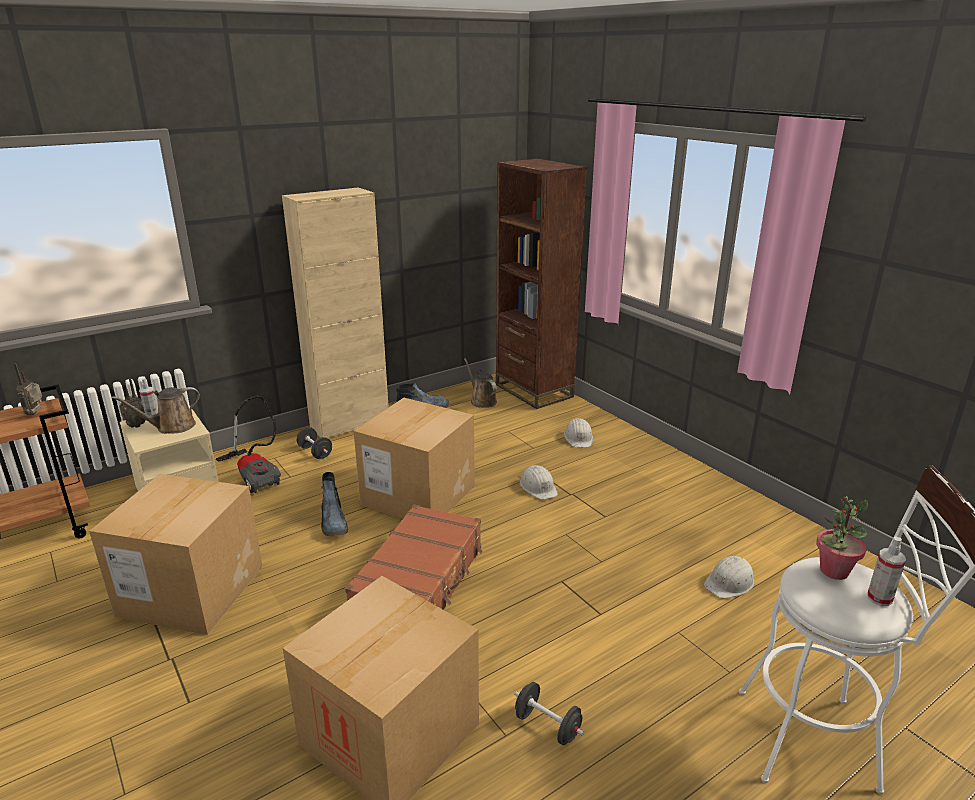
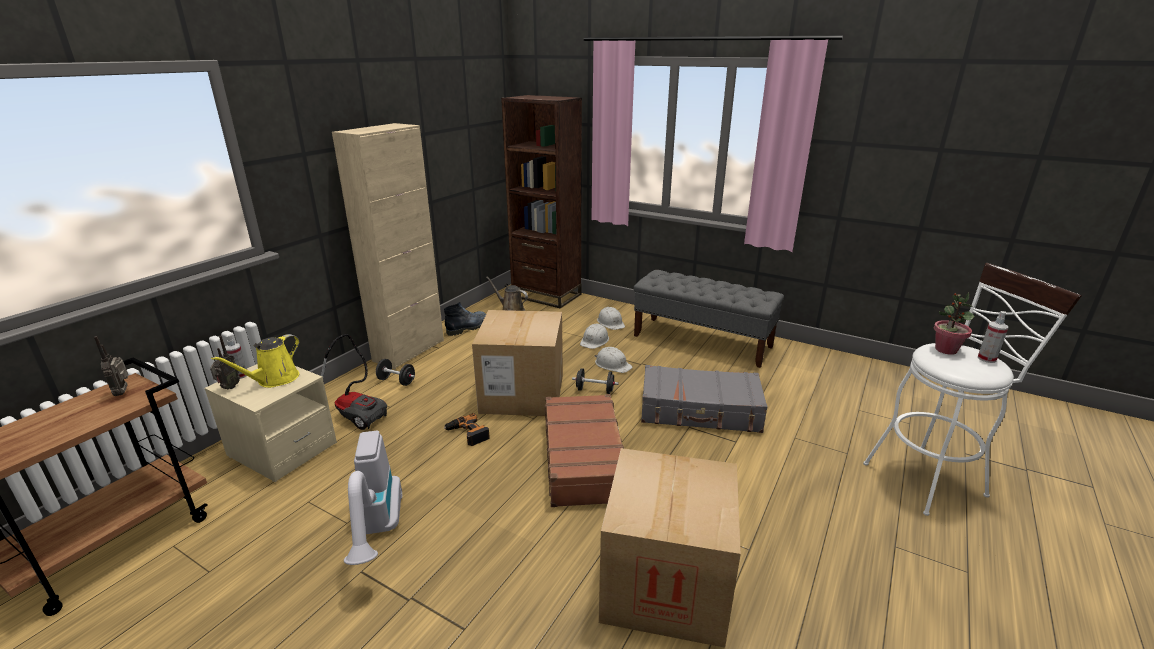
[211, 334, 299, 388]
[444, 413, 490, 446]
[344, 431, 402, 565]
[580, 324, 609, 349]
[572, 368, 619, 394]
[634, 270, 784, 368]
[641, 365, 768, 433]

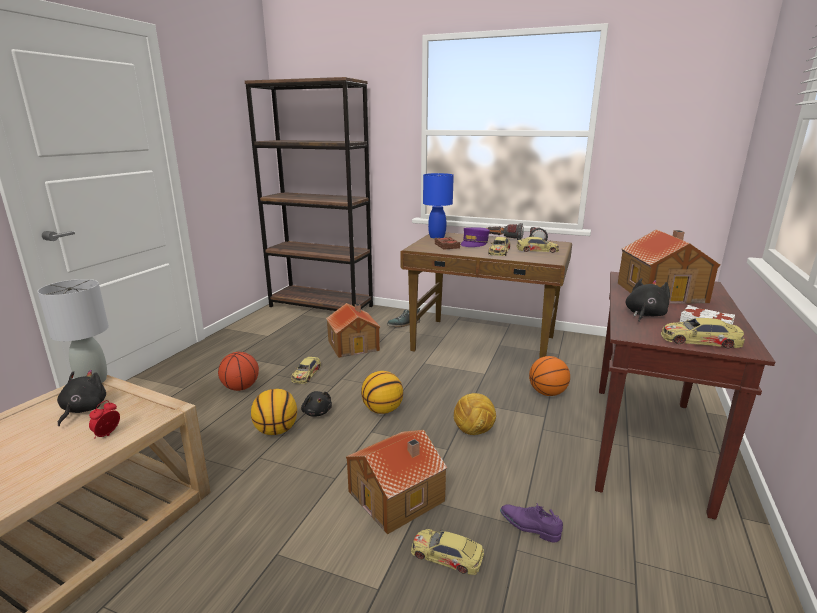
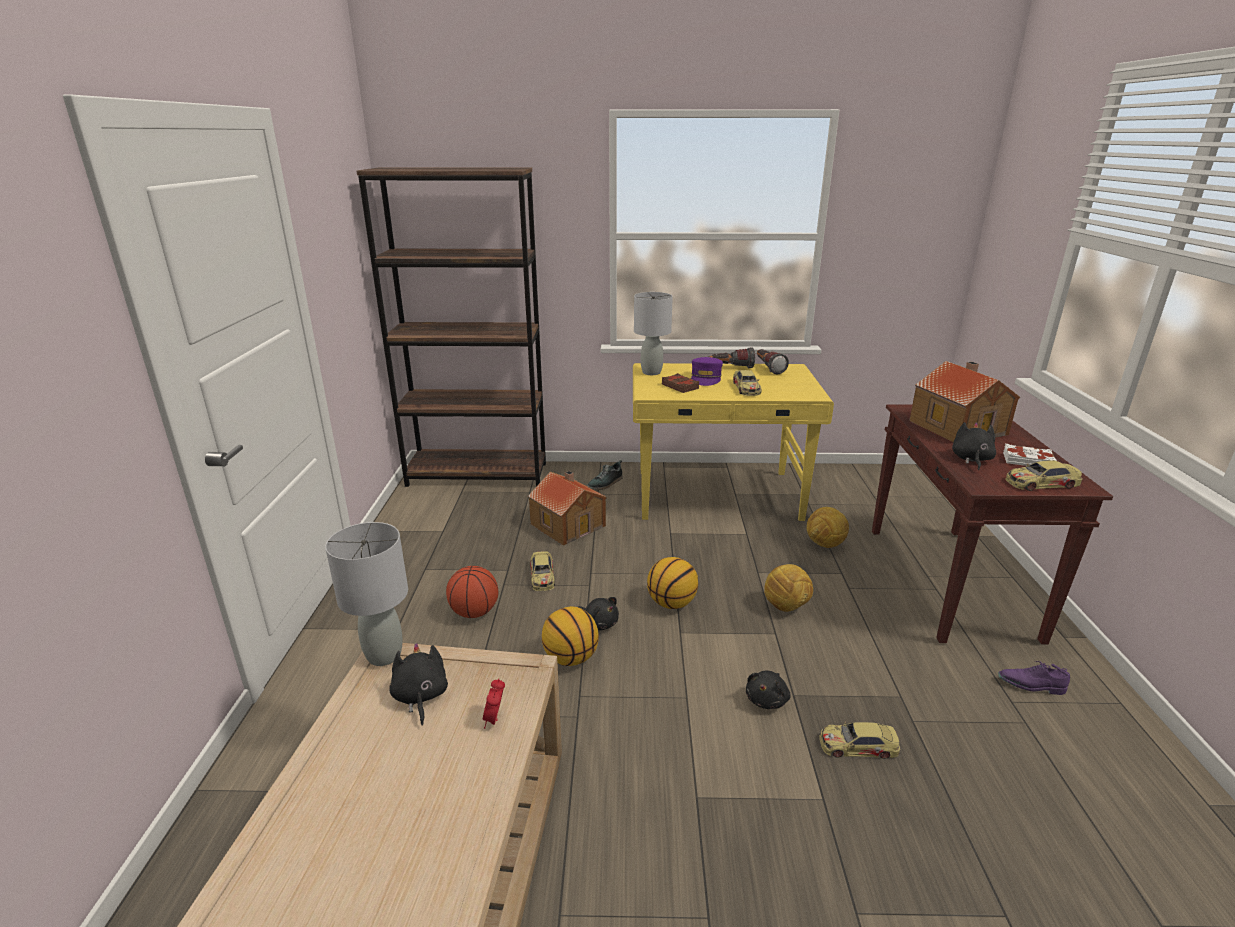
[634, 292, 673, 375]
[633, 363, 834, 521]
[517, 237, 559, 253] (first image)
[807, 507, 849, 548]
[746, 670, 791, 709]
[998, 661, 1070, 695]

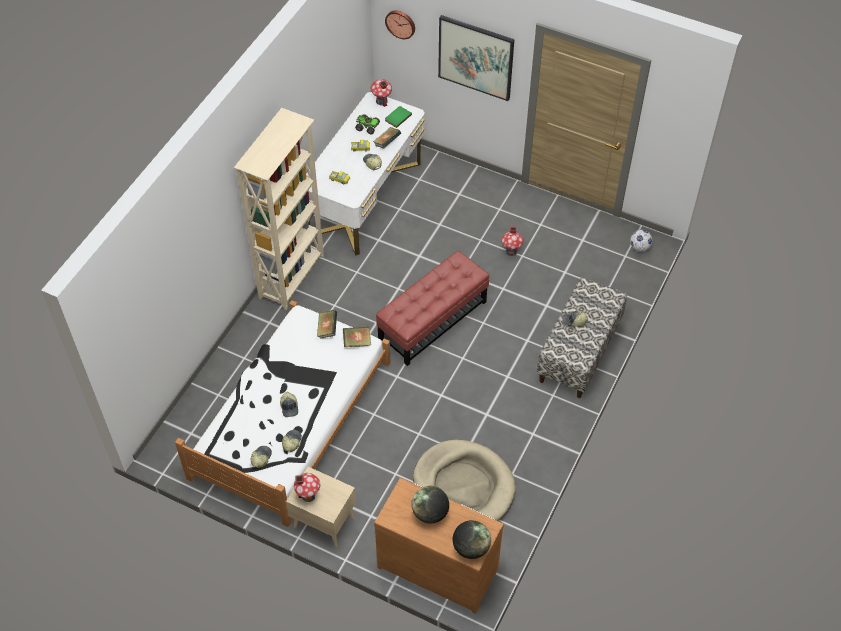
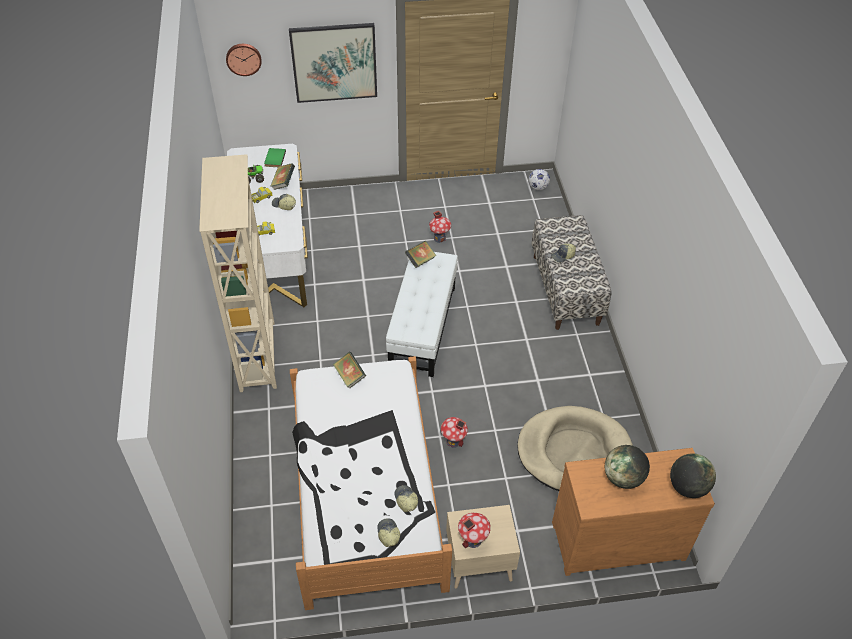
[441, 417, 468, 448]
[386, 252, 458, 377]
[405, 241, 437, 268]
[280, 392, 298, 417] (first image)

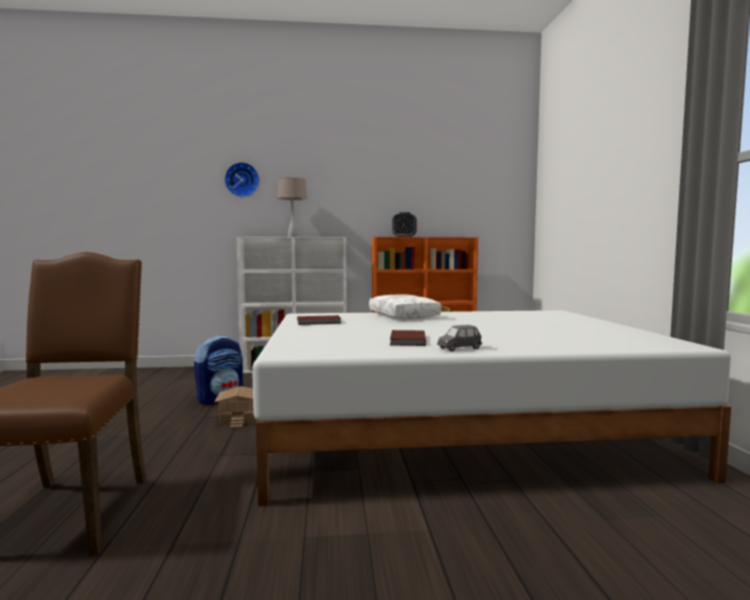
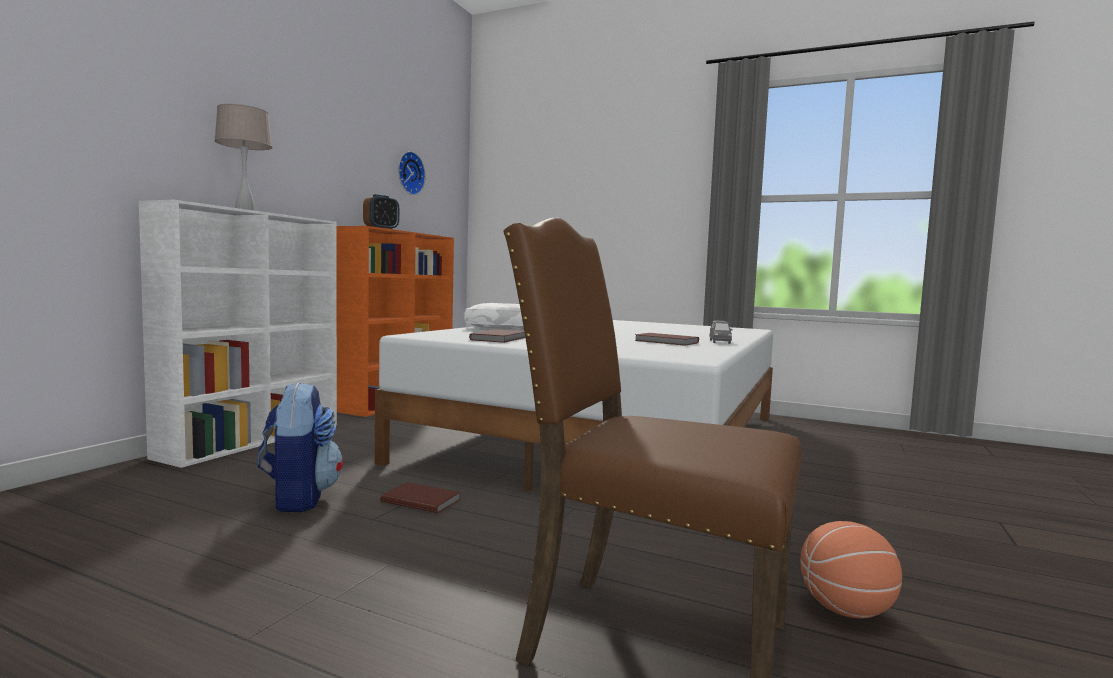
[398, 151, 425, 195]
[381, 482, 461, 514]
[800, 521, 902, 618]

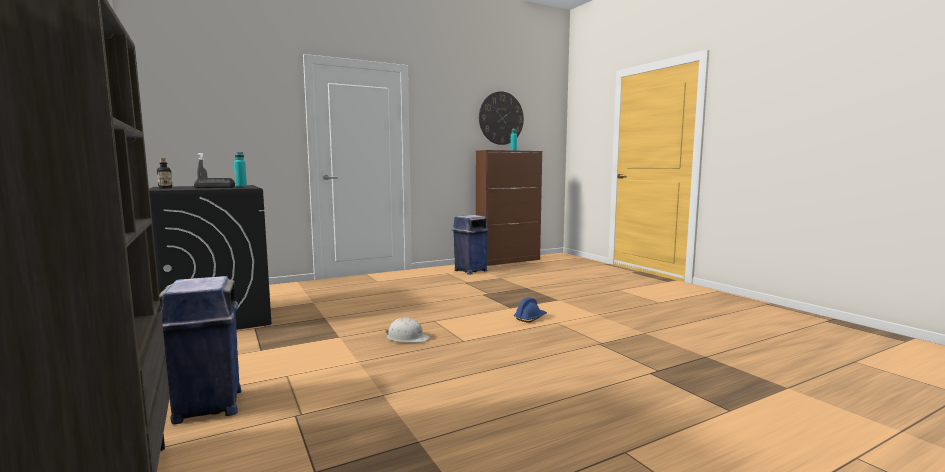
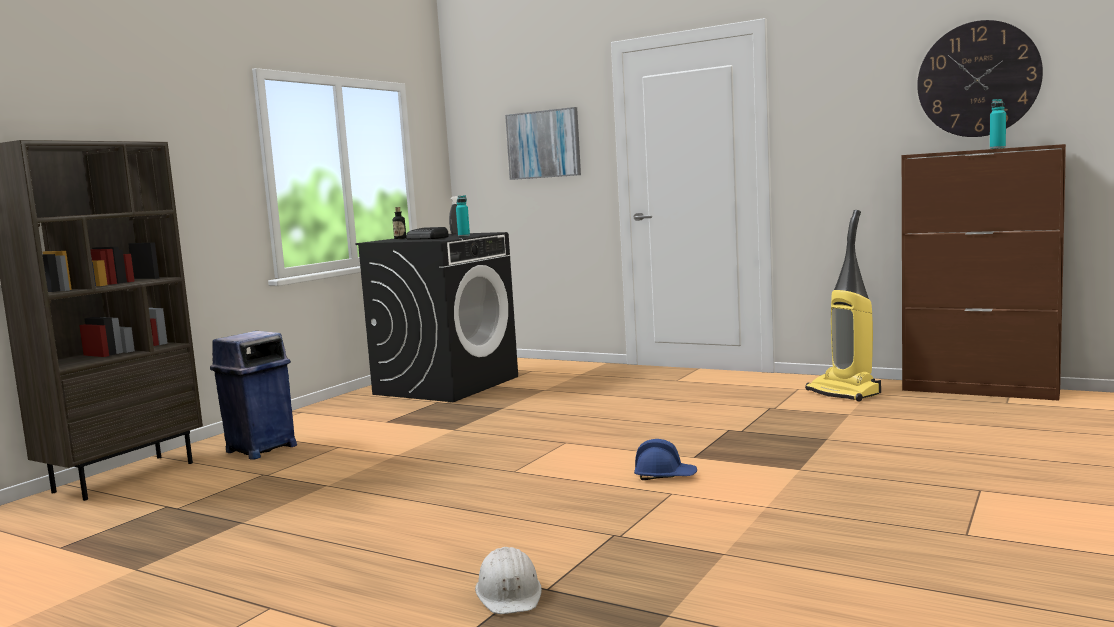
[805, 210, 881, 402]
[475, 547, 542, 614]
[505, 107, 581, 180]

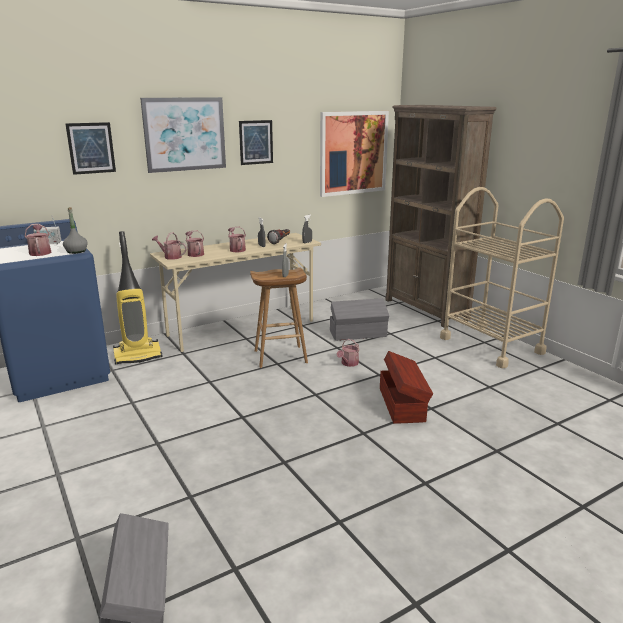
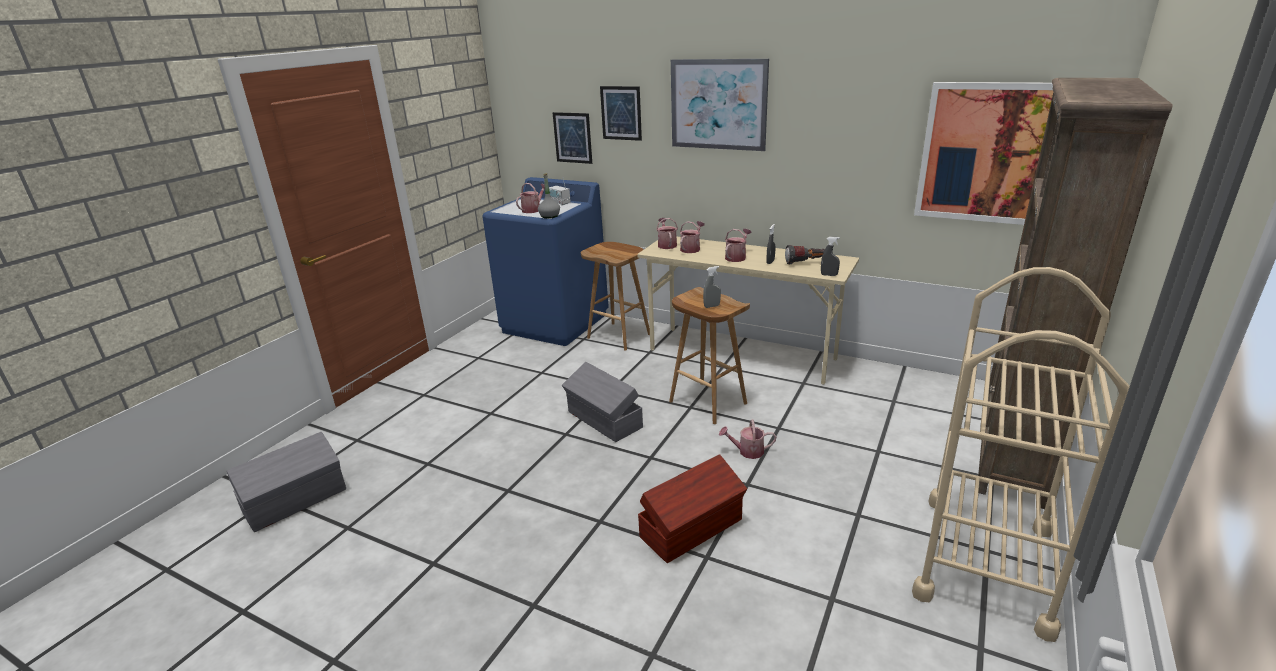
[553, 112, 592, 164]
[581, 242, 650, 351]
[562, 362, 643, 442]

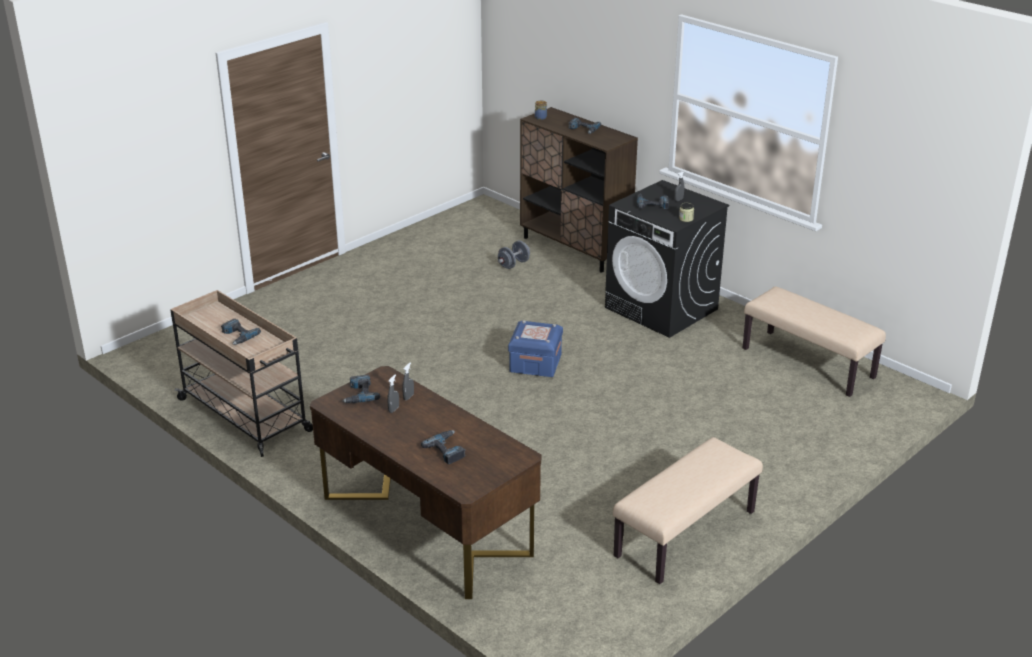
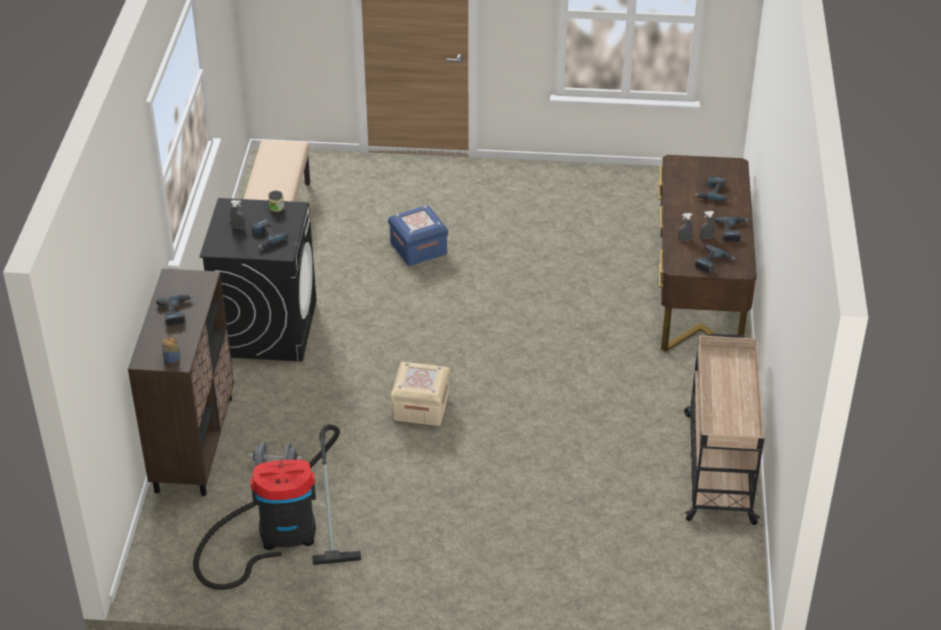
[715, 217, 748, 242]
[388, 205, 448, 266]
[613, 437, 763, 584] (first image)
[391, 362, 450, 426]
[193, 424, 361, 590]

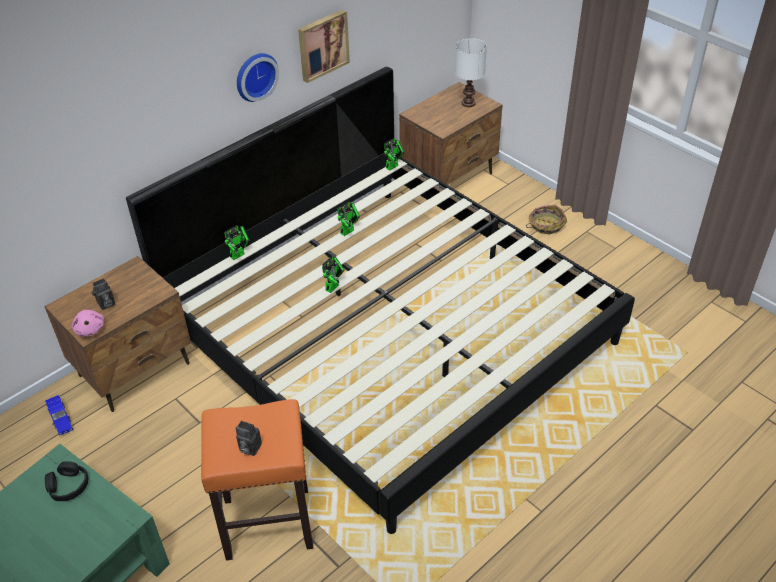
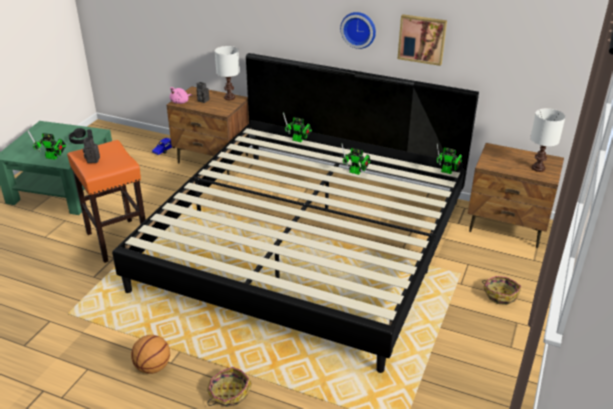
[27, 130, 66, 160]
[215, 46, 240, 100]
[131, 335, 170, 374]
[207, 367, 252, 407]

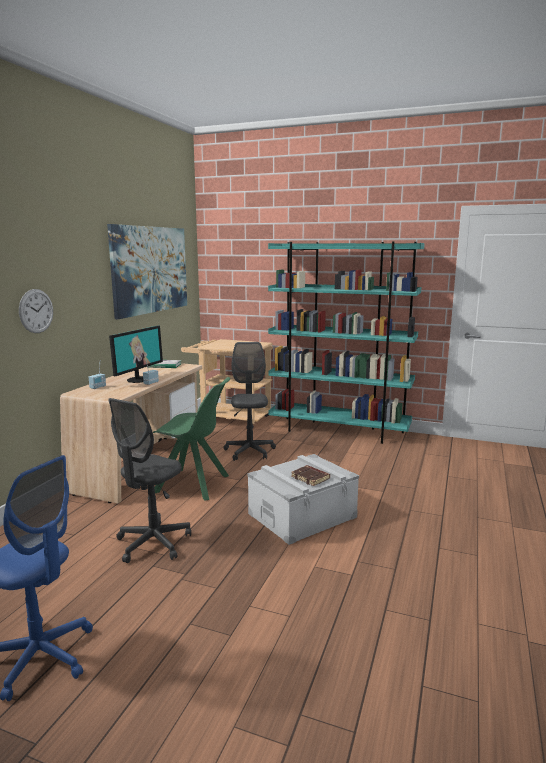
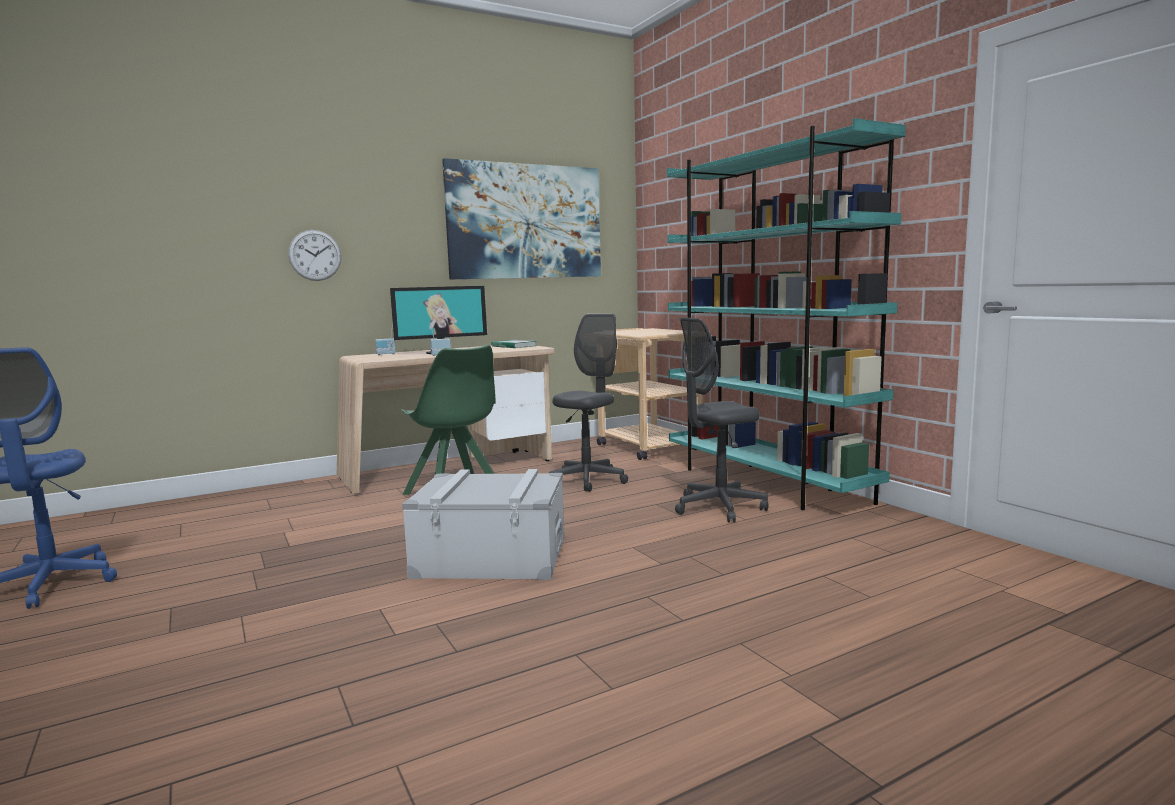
[675, 317, 768, 523]
[291, 465, 330, 486] (first image)

